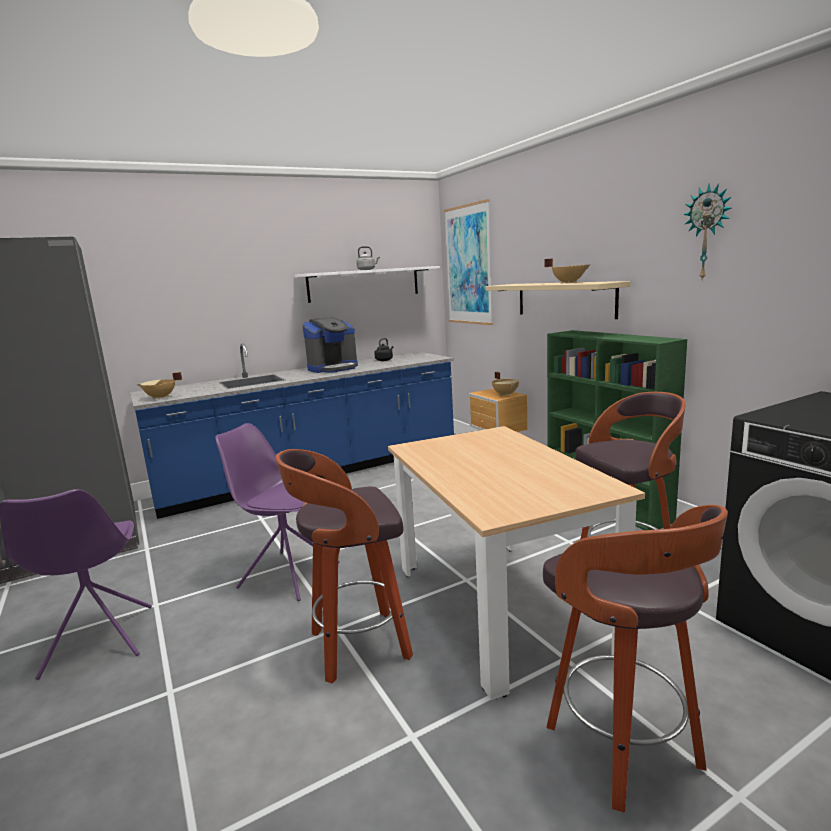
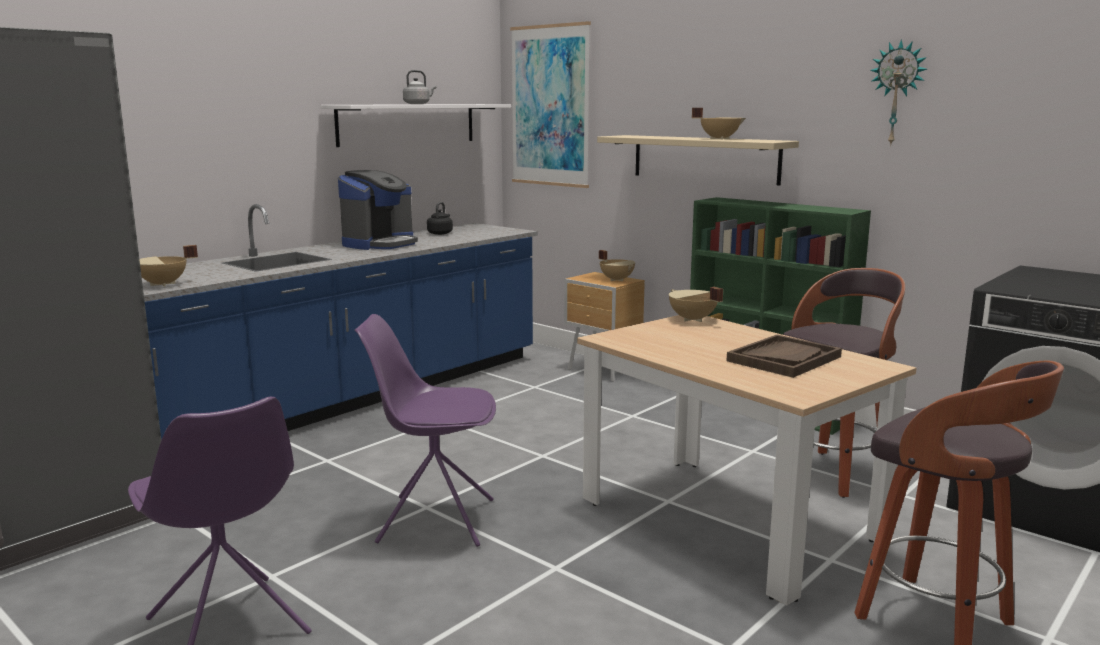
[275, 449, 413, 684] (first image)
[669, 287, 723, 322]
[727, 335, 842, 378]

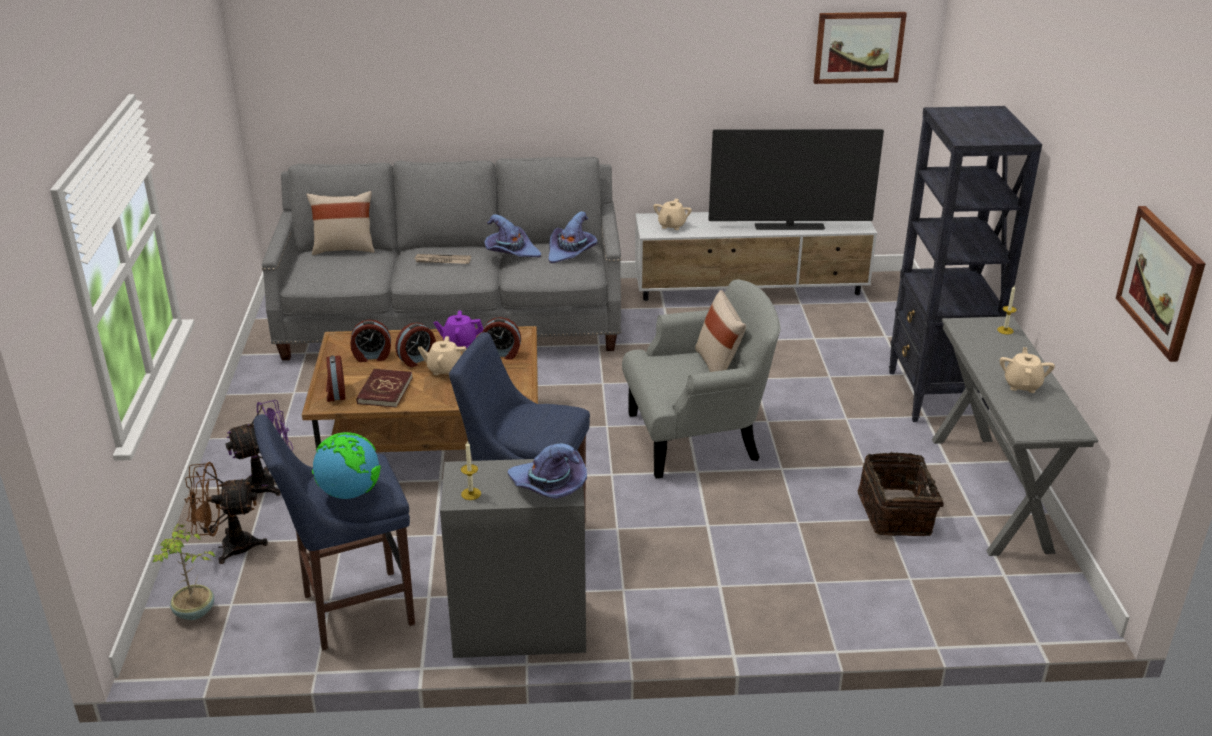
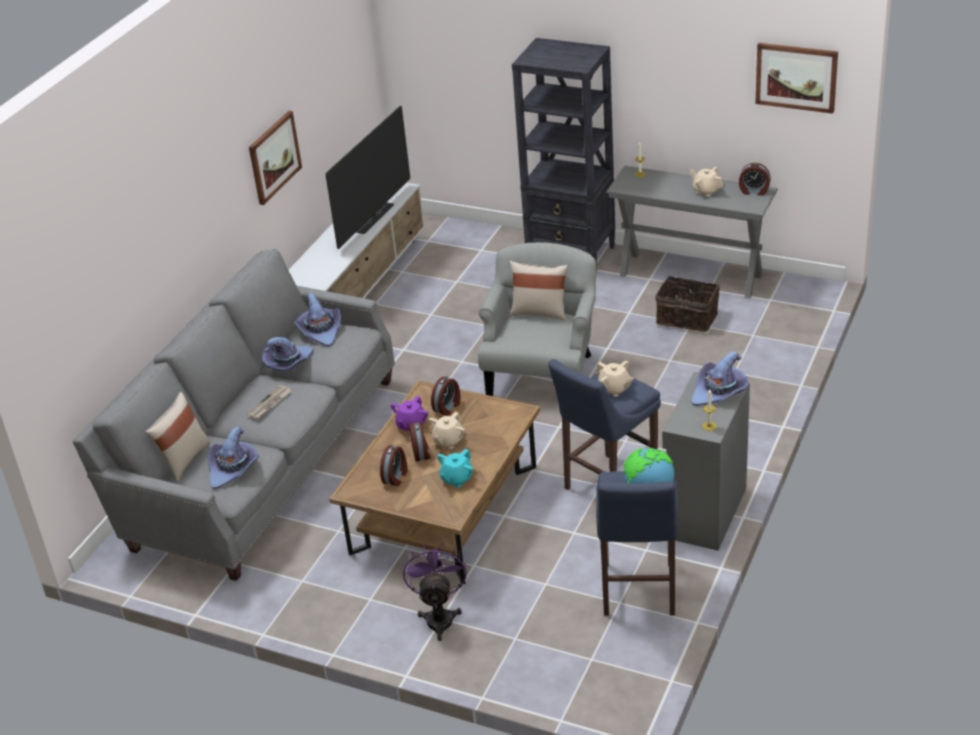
[249, 111, 302, 205]
[596, 361, 634, 397]
[739, 163, 770, 196]
[437, 449, 473, 487]
[185, 462, 268, 564] (first image)
[152, 523, 216, 620] (first image)
[208, 427, 259, 489]

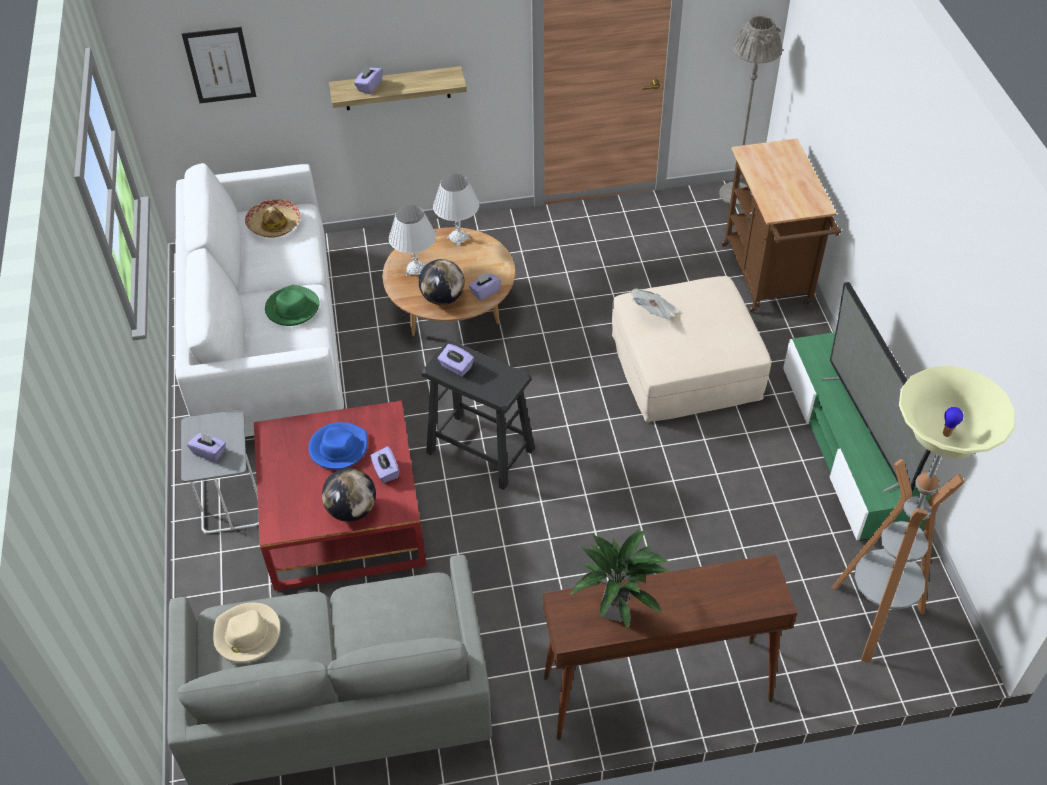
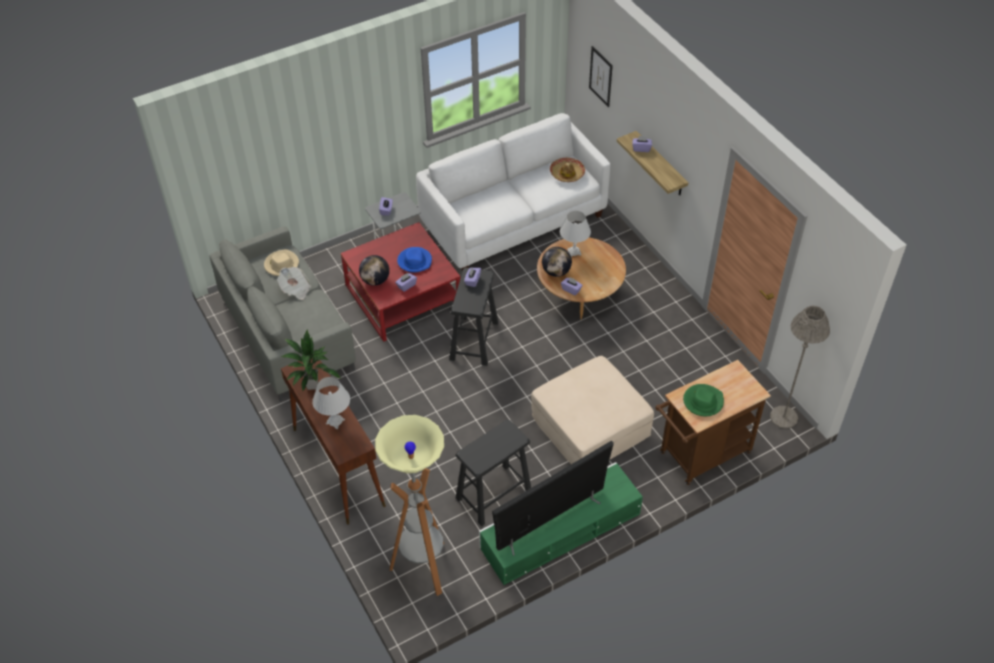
[312, 377, 350, 429]
[683, 384, 724, 416]
[277, 267, 311, 300]
[455, 420, 531, 526]

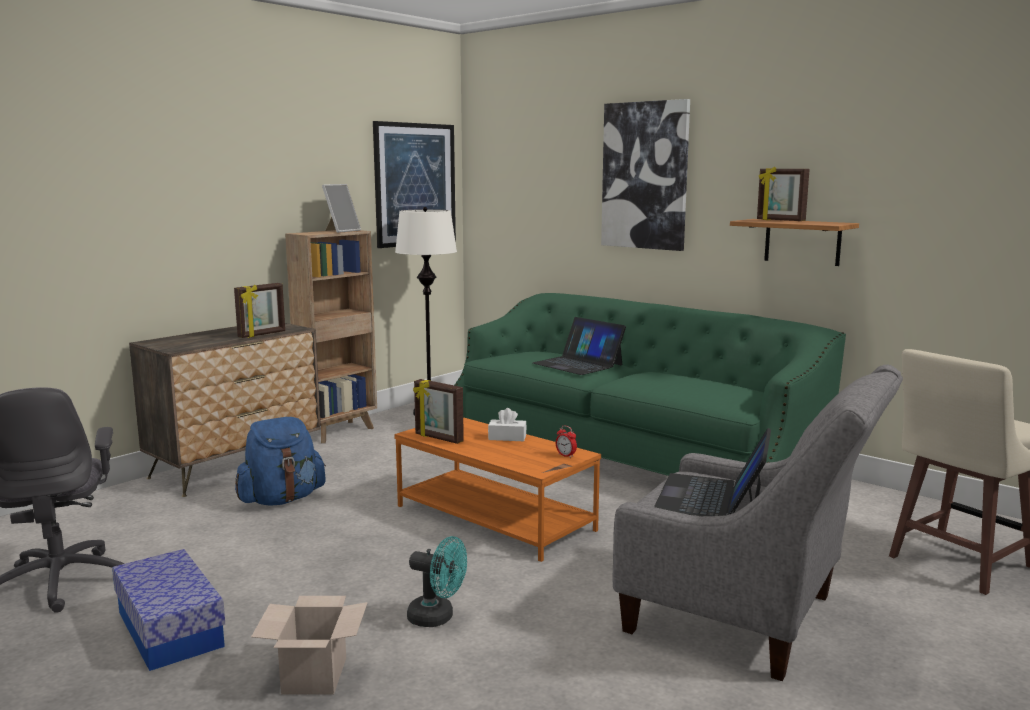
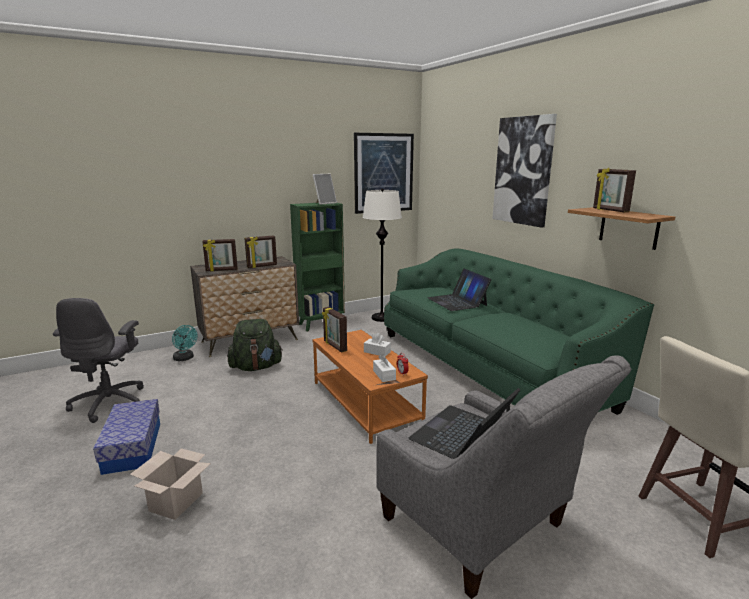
[290, 203, 345, 331]
[227, 319, 283, 371]
[172, 325, 198, 361]
[202, 239, 238, 271]
[373, 354, 396, 382]

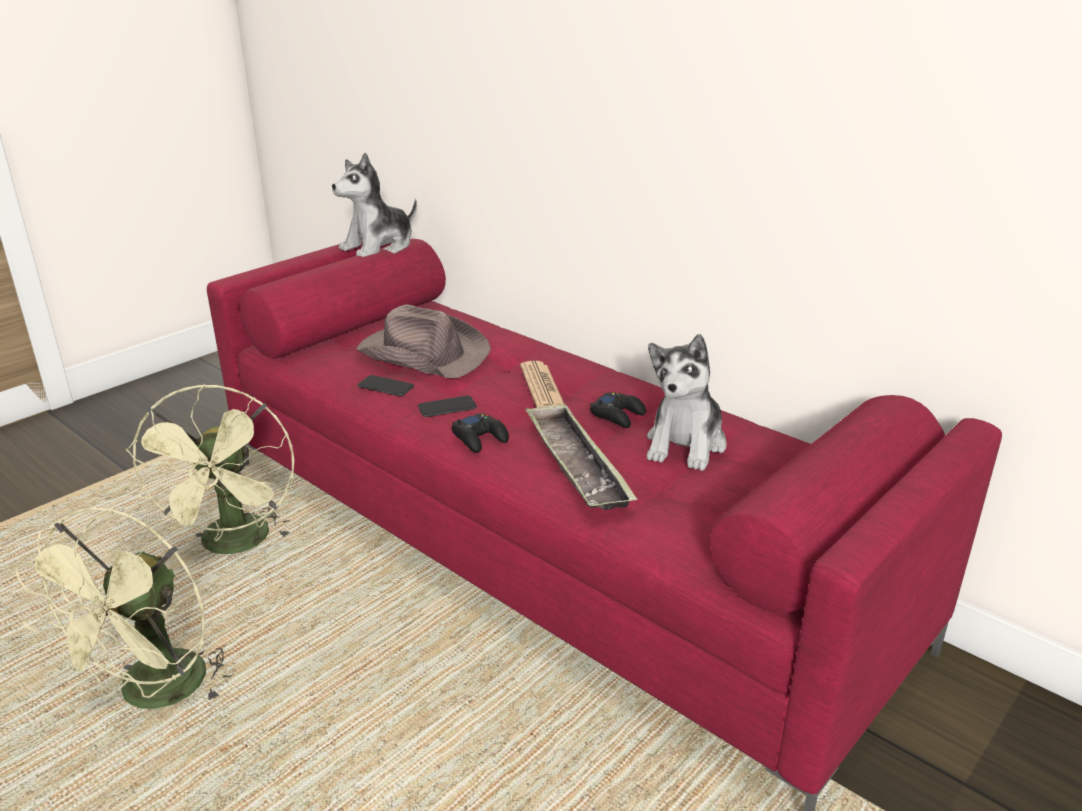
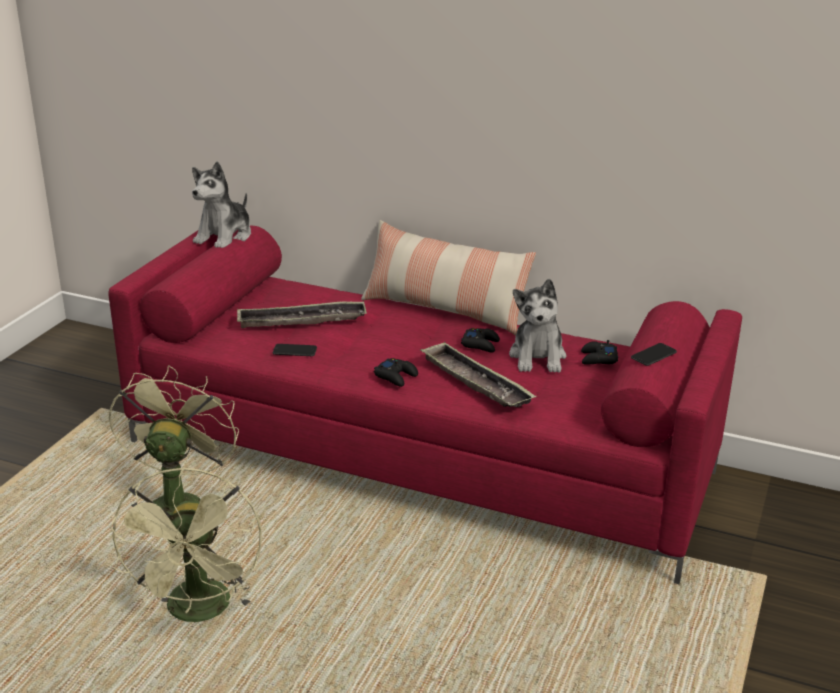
[237, 301, 367, 328]
[520, 361, 564, 408] (first image)
[109, 365, 239, 537]
[631, 343, 677, 366]
[361, 220, 536, 335]
[581, 340, 618, 365]

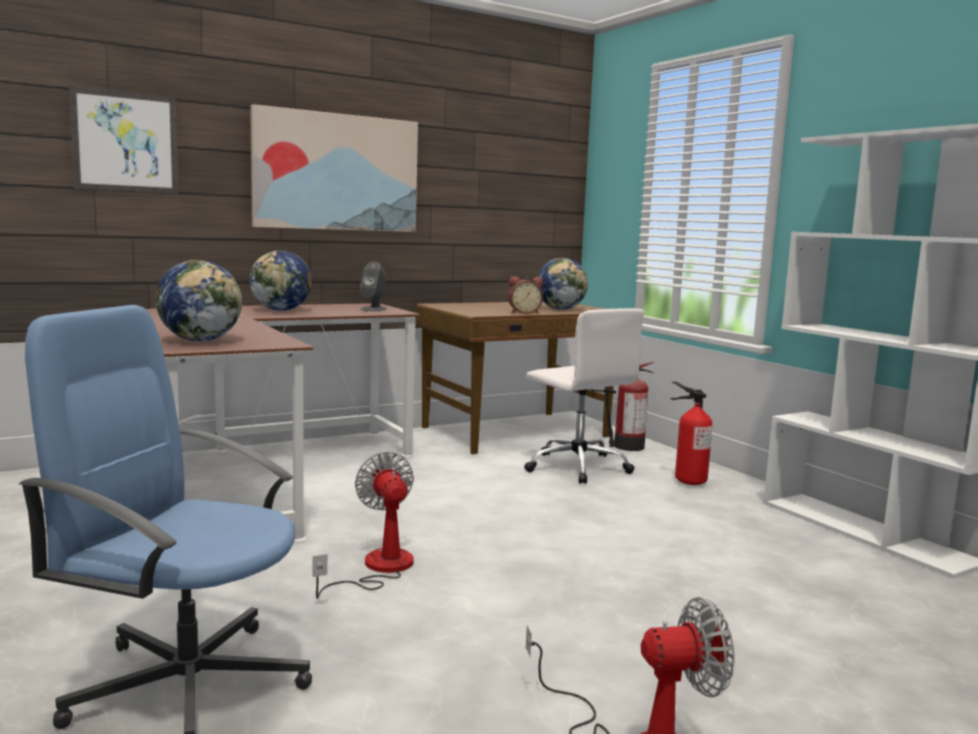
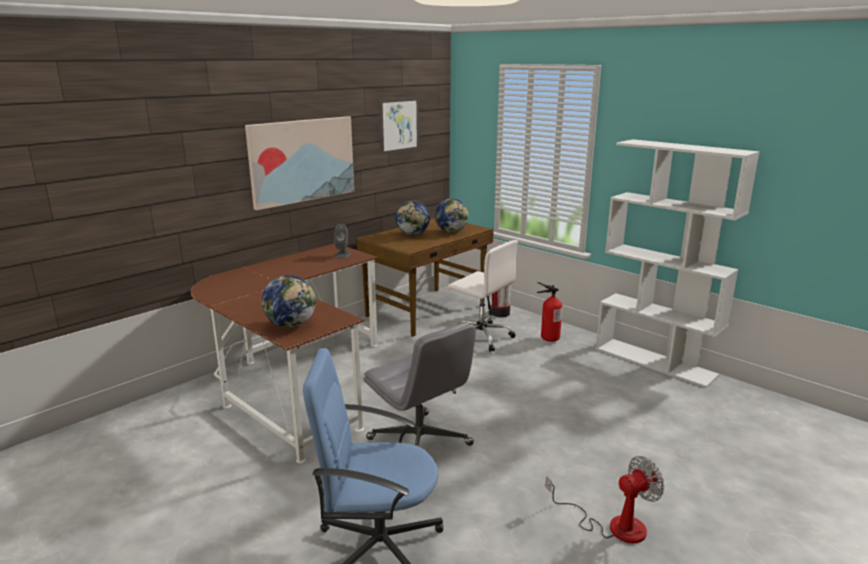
[379, 97, 419, 155]
[395, 201, 430, 235]
[508, 276, 543, 314] (first image)
[363, 322, 476, 446]

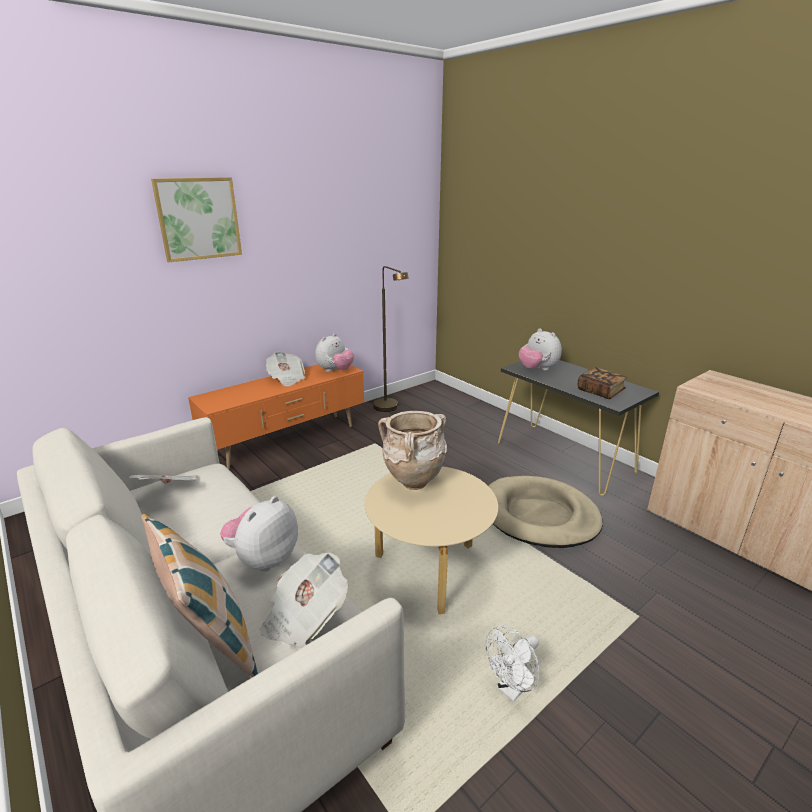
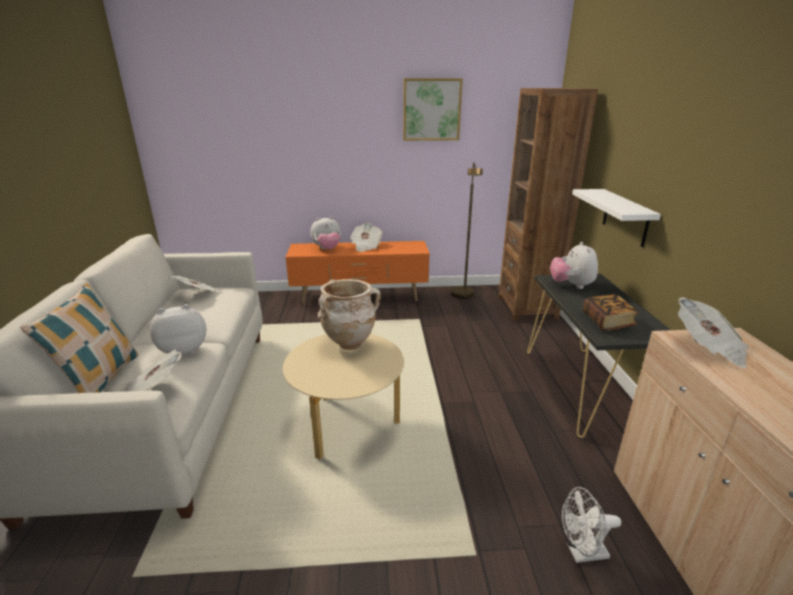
[403, 78, 463, 141]
[311, 216, 341, 250]
[489, 476, 603, 548] (first image)
[562, 487, 621, 563]
[499, 88, 598, 321]
[572, 189, 661, 247]
[678, 297, 749, 369]

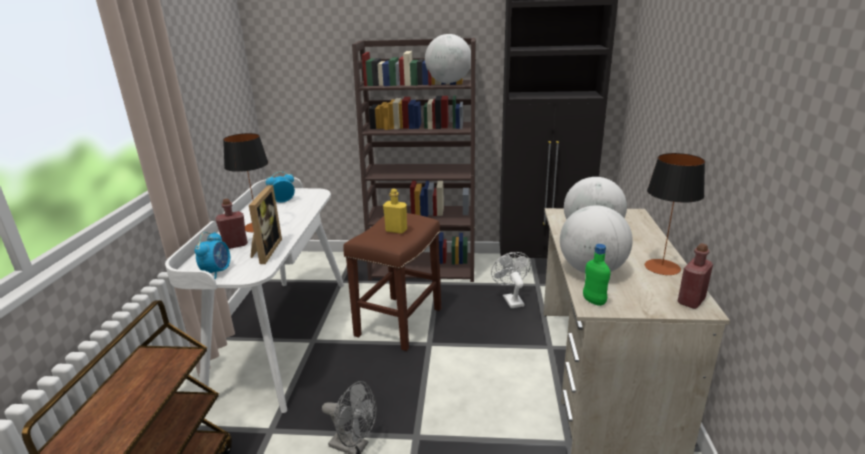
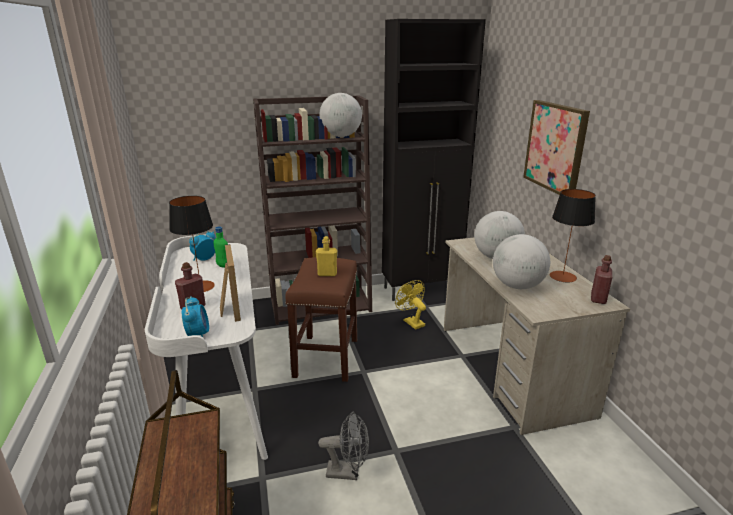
[213, 226, 228, 268]
[395, 280, 426, 329]
[523, 100, 590, 195]

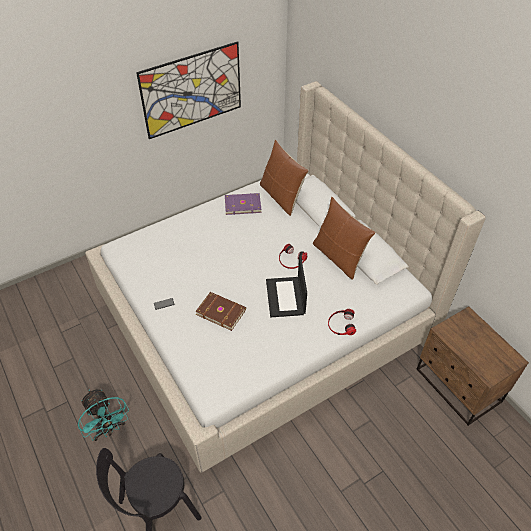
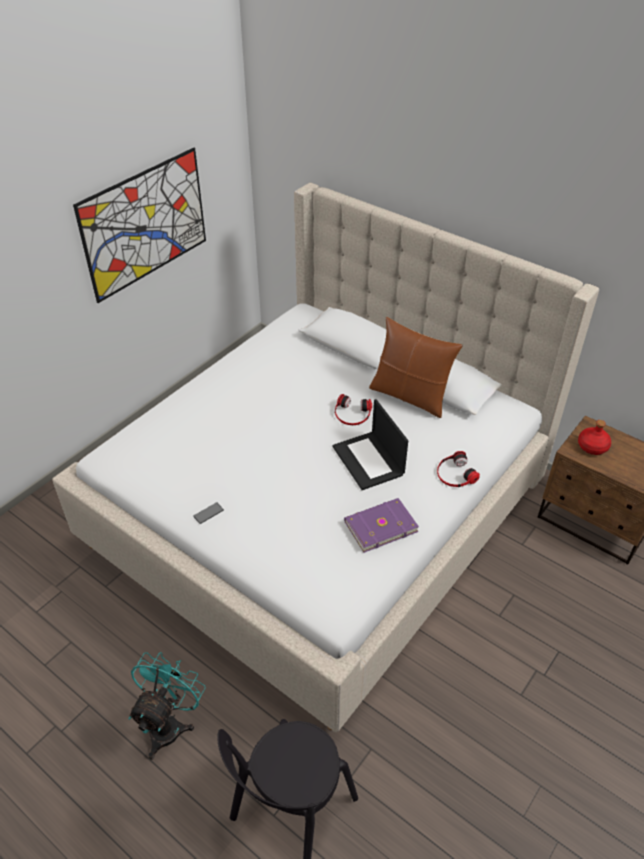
[260, 140, 308, 216] (first image)
[344, 498, 419, 553]
[195, 292, 246, 331] (first image)
[129, 652, 206, 760]
[578, 420, 611, 455]

